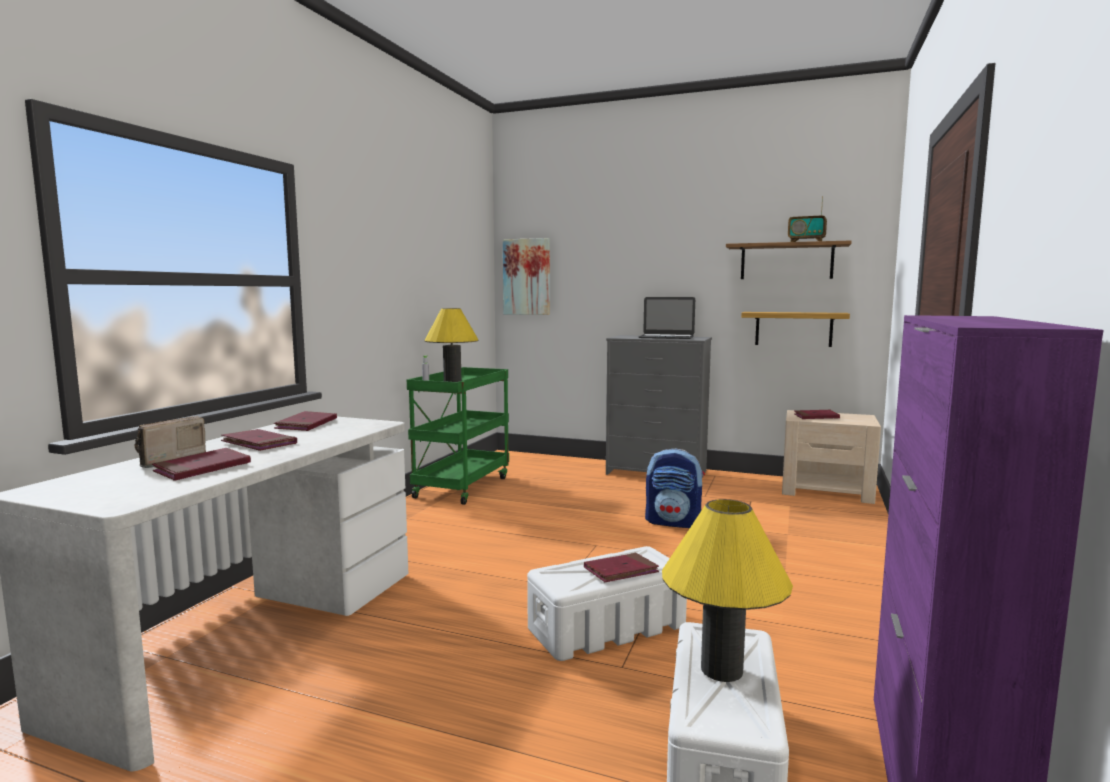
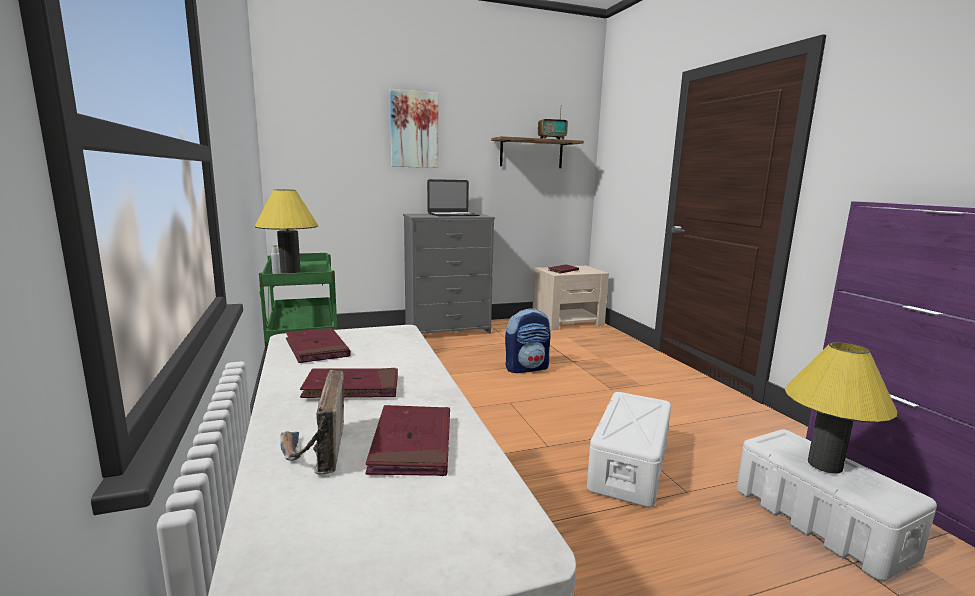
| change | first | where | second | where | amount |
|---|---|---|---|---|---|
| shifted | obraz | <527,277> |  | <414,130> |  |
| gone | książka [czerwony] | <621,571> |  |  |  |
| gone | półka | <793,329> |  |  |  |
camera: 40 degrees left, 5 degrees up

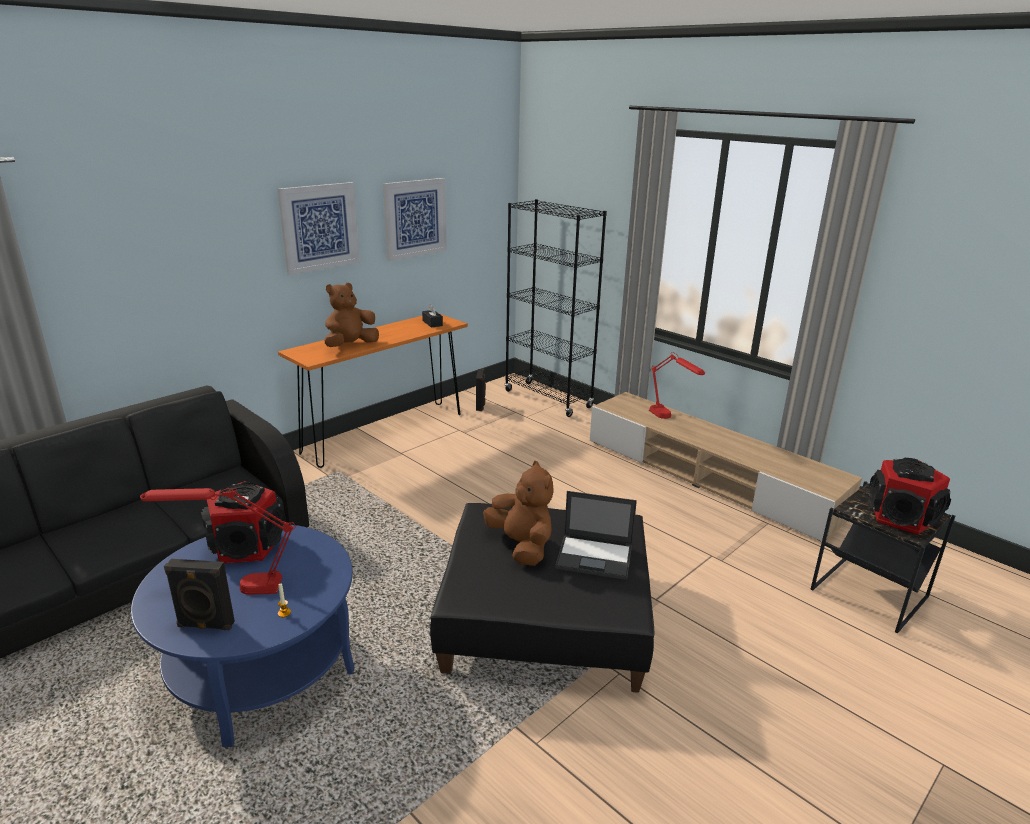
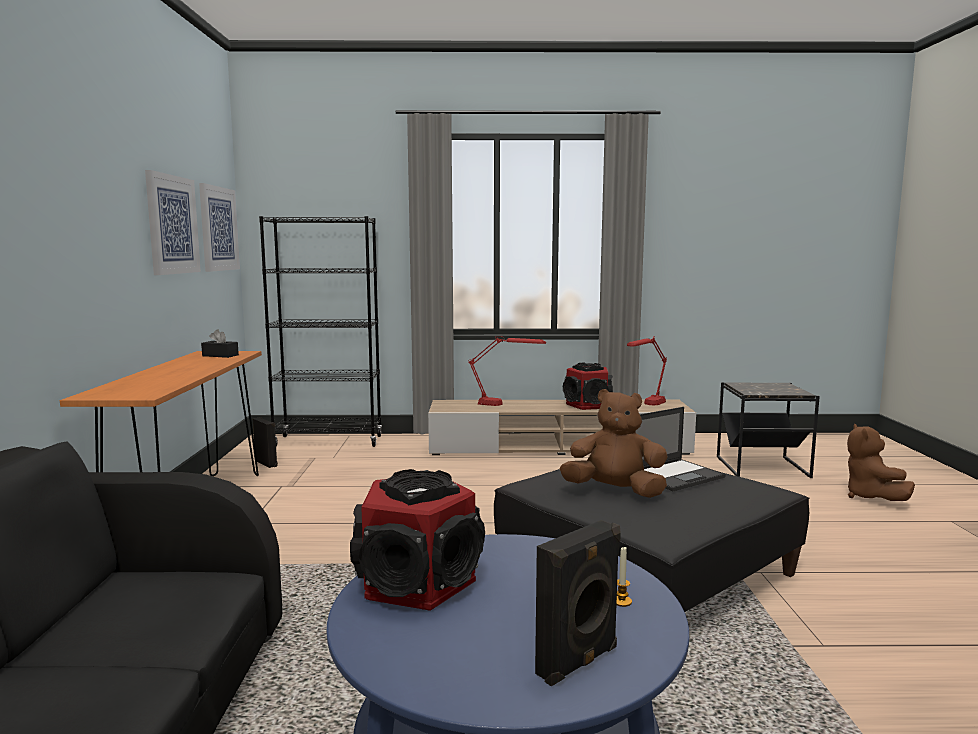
| change | first | where | second | where | amount |
|---|---|---|---|---|---|
| shifted | obraz | <319,227> |  | <218,229> |  |
| shifted | głośnik | <902,518> |  | <589,405> |  |
| shifted | lampa stołowa [czerwony] | <233,587> |  | <646,405> |  |
| shifted | pluszak [brązowy] | <350,345> |  | <871,497> |  |
camera: 45 degrees left, 15 degrees down

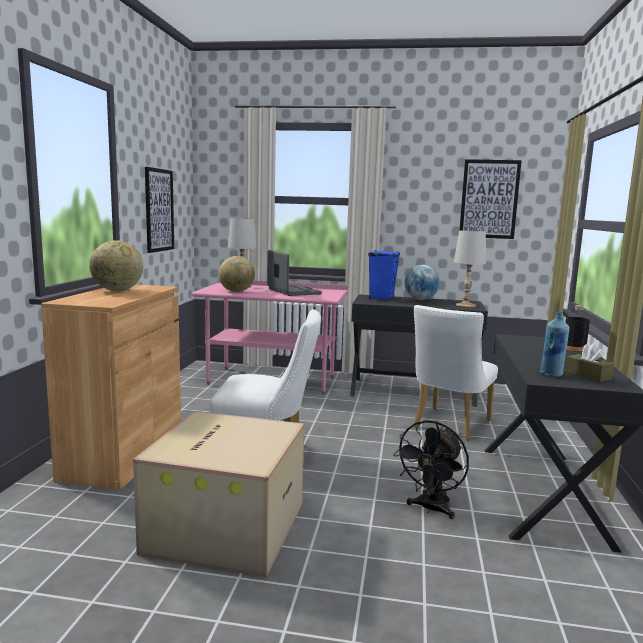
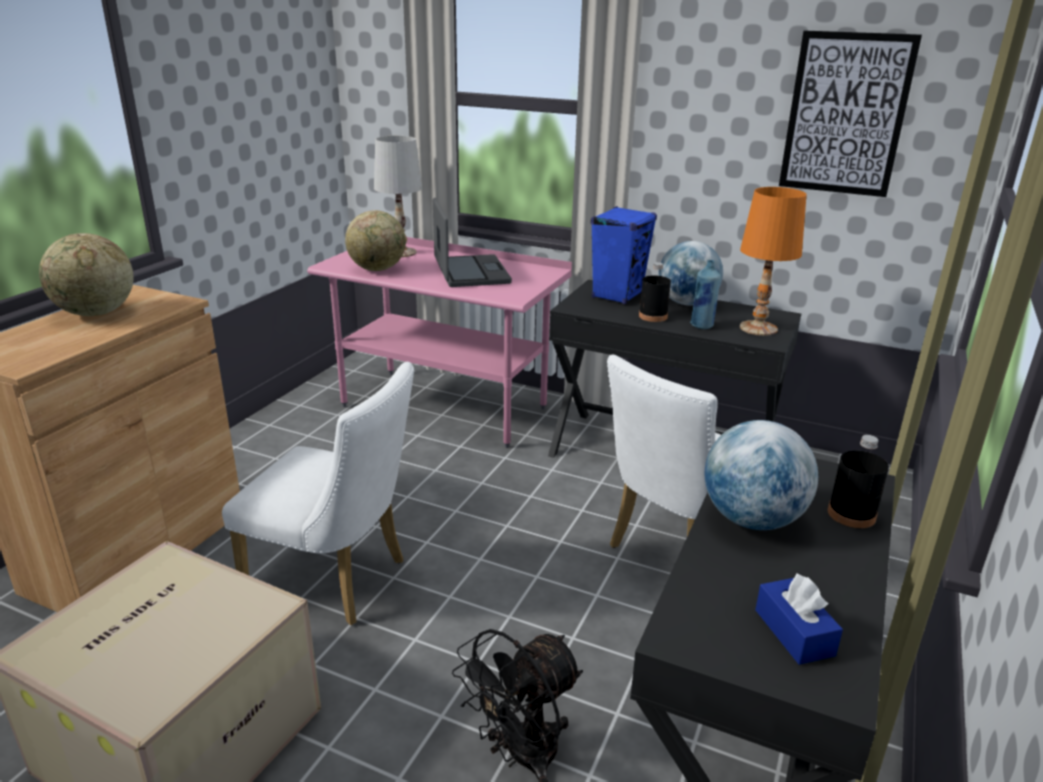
| change | first | where | second | where | amount |
|---|---|---|---|---|---|
| new |  |  | butelka [czarny] | <653,316> |  |
| shifted | butelka [niebieski] | <551,374> |  | <702,325> |  |
| new |  |  | globus | <752,519> |  |
| repainted | lampa stołowa [biały] | <466,305> | lampa stołowa [pomarańczowy] | <759,328> |  |
| repainted | pudełko chusteczek [brązowy] | <587,375> | pudełko chusteczek [niebieski] | <794,632> |  |
| gone | obraz | <159,210> |  |  |  |
camera: 15 degrees right, 15 degrees up

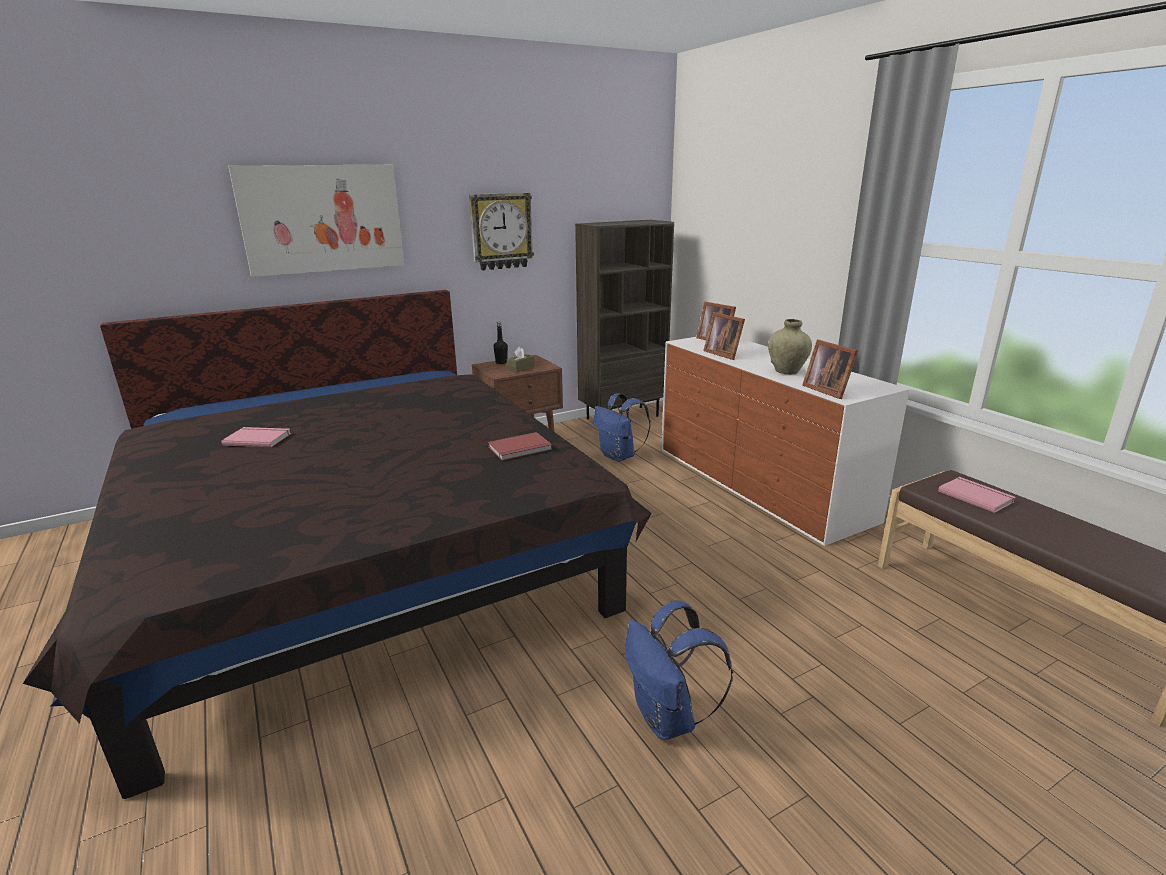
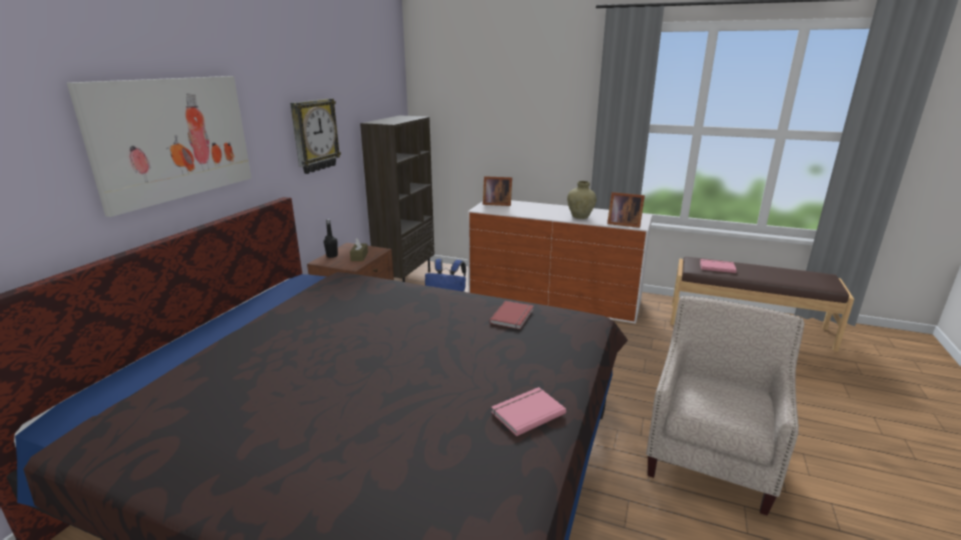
| change | first | where | second | where | amount |
|---|---|---|---|---|---|
| shifted | książka [różowy] | <258,439> |  | <526,412> |  |
| swapped | plecak [niebieski] | <668,719> | fotel [beżowy] | <711,456> |  |
| gone | ramka na zdjęcie | <723,354> |  |  |  |
camera: 40 degrees left, 0 degrees up

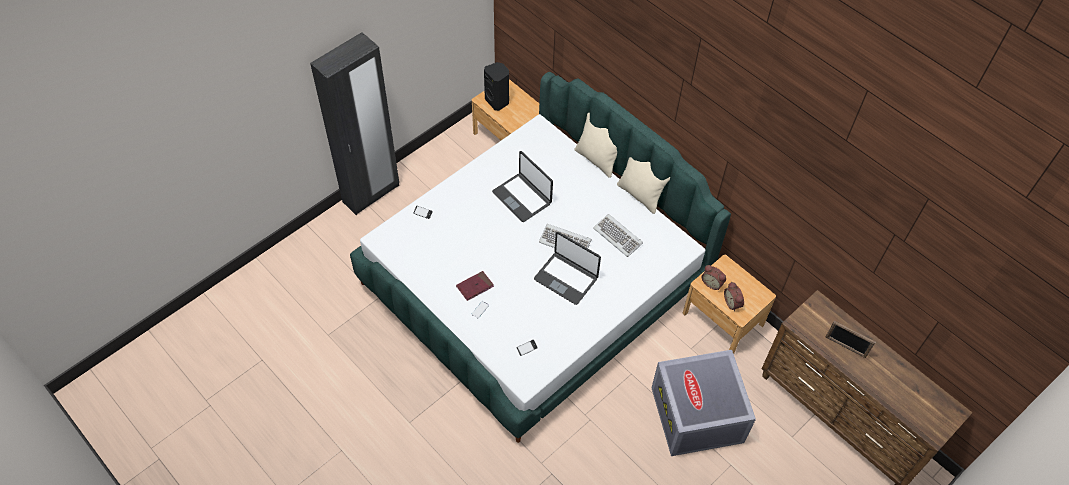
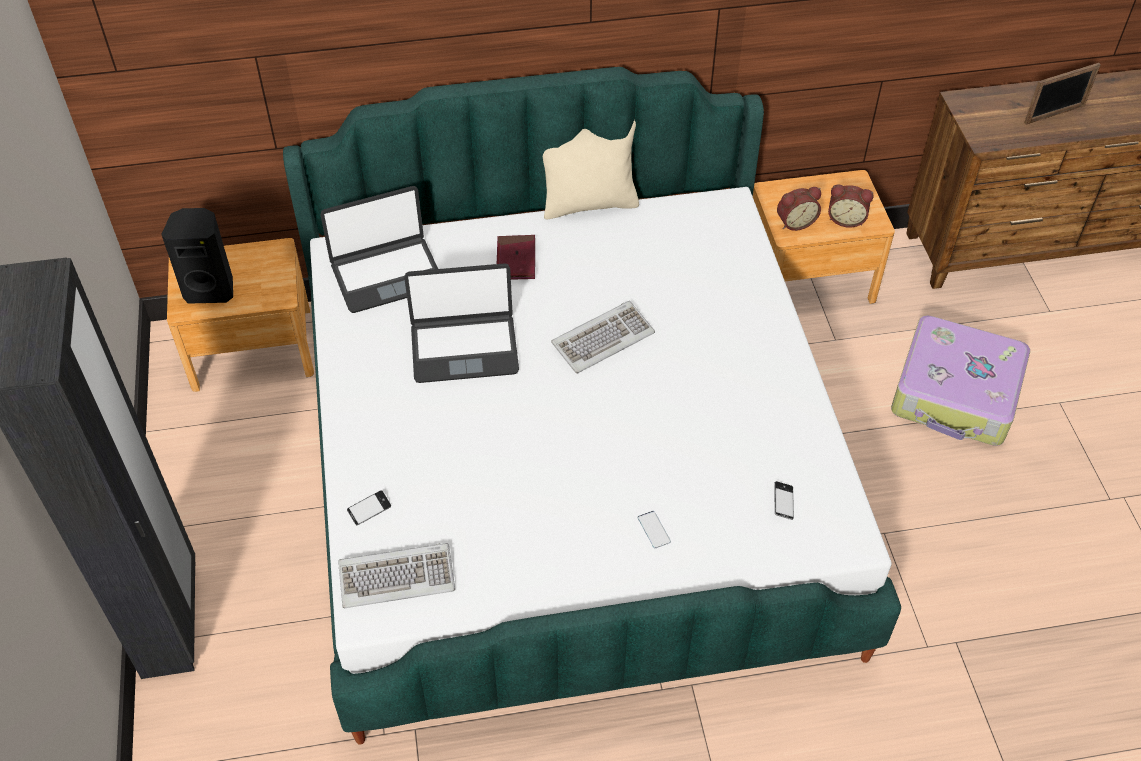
| change | first | where | second | where | amount |
|---|---|---|---|---|---|
| shifted | laptop | <566,278> |  | <387,275> |  |
| shifted | klawiatura | <618,236> |  | <397,577> |  |
| shifted | książka [czerwony] | <475,286> |  | <516,260> |  |
| swapped | pojemnik do przechowywania [szary] | <698,415> | walizka | <956,394> |  |
| gone | poduszka [beżowy] | <597,160> |  |  |  |
camera: 55 degrees left, 5 degrees down

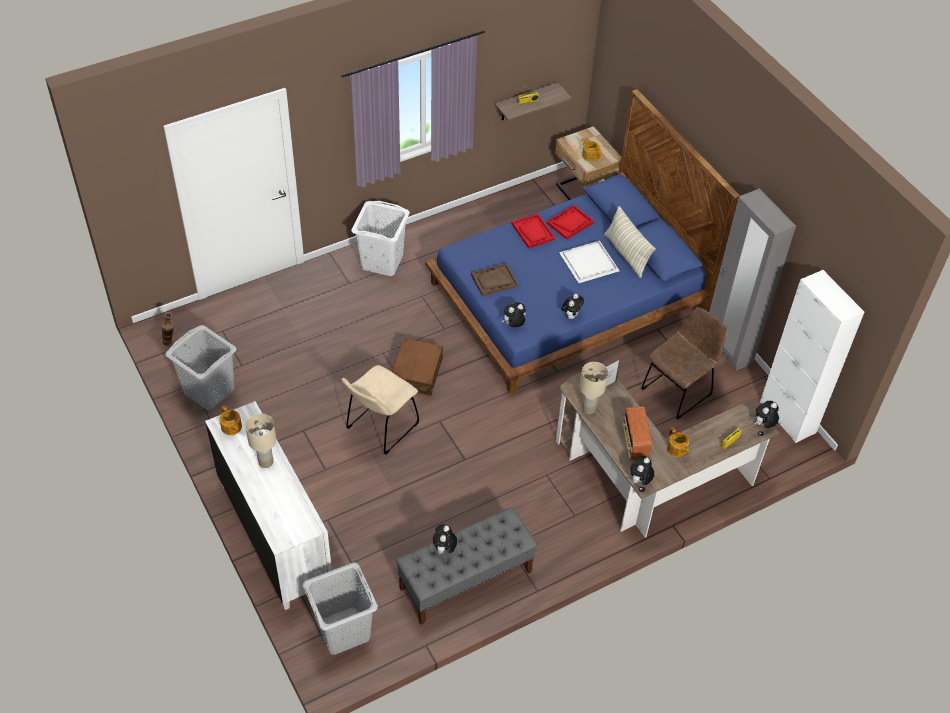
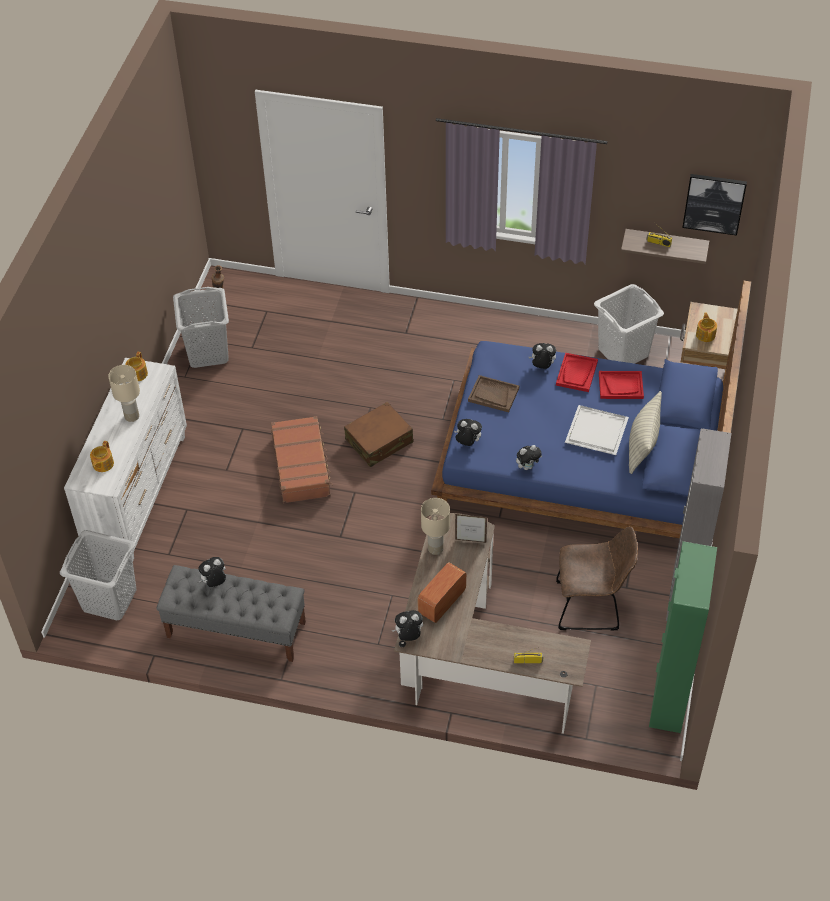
| change | first | where | second | where | amount |
|---|---|---|---|---|---|
| shifted | imbryk | <676,449> |  | <102,464> |  |
| swapped | krzesło [beżowy] | <380,428> | walizka [brązowy] | <302,466> |  |
| shifted | pluszak | <764,425> |  | <542,367> |  |
| shifted | kosz na pranie [biały] | <382,261> |  | <623,352> |  |
| repainted | szafka [biały] | <787,417> | szafka [zielony] | <669,700> |  |
| new |  |  | obraz | <714,203> |  |
camera: 45 degrees right, 0 degrees up

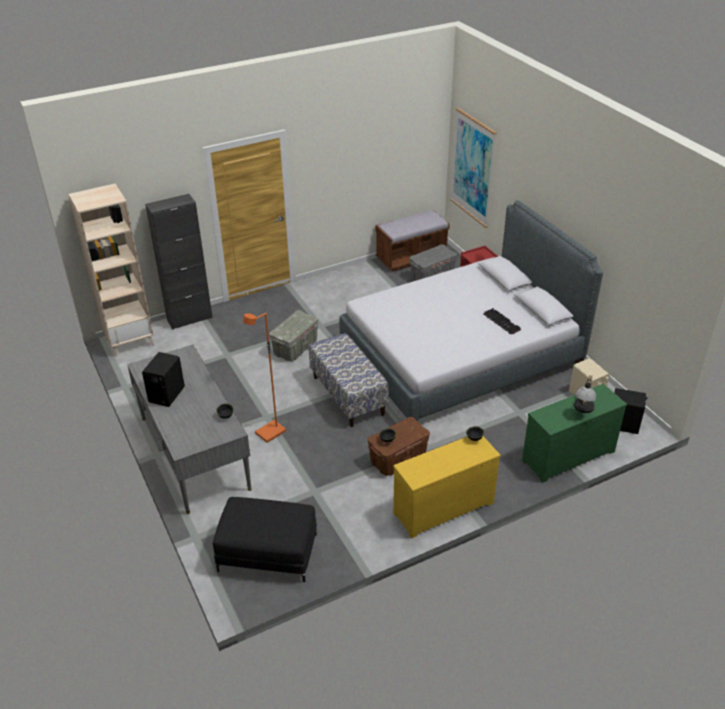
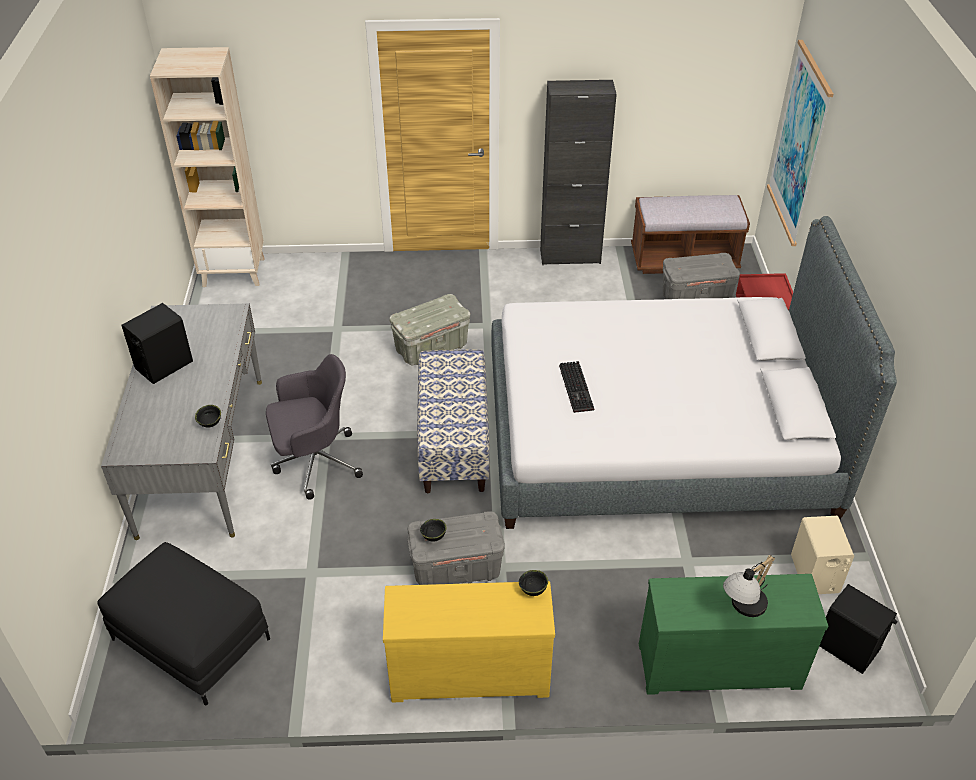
| change | first | where | second | where | amount |
|---|---|---|---|---|---|
| swapped | lampa stojąca [pomarańczowy] | <270,433> | krzesło biurowe [szary] | <314,462> |  |
| repainted | pojemnik do przechowywania [brązowy] | <398,459> | pojemnik do przechowywania [szary] | <457,568> |  |
| shifted | szafka [czarny] | <189,319> |  | <570,256> |  |
| shifted | klawiatura | <502,322> |  | <578,388> |  |
camera: 25 degrees right, 5 degrees up

